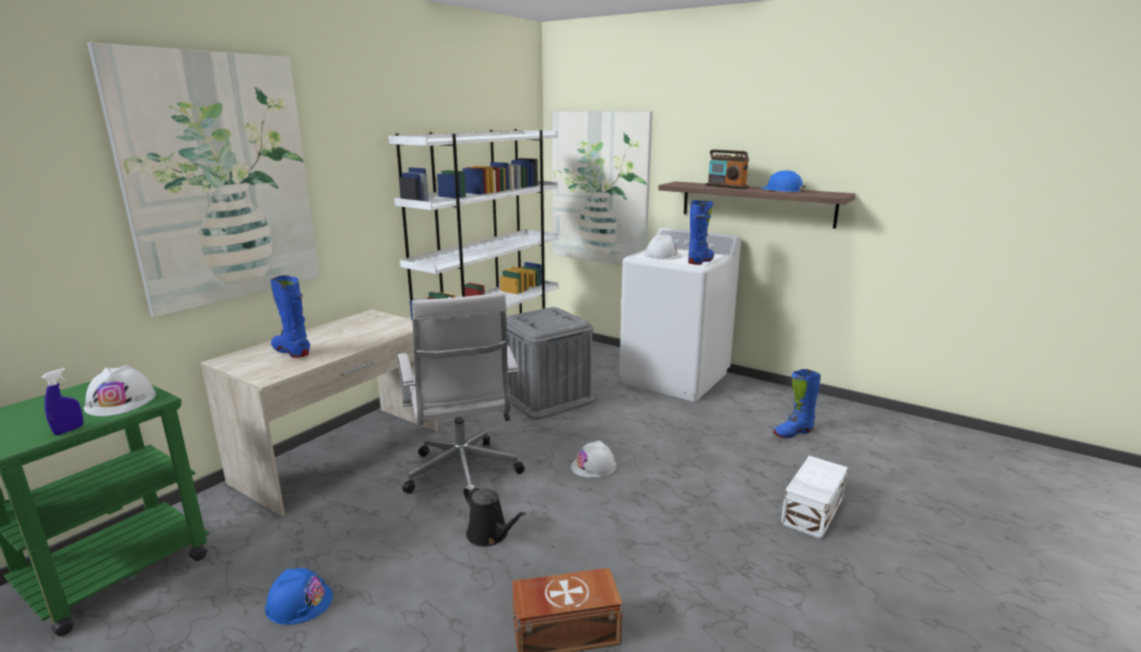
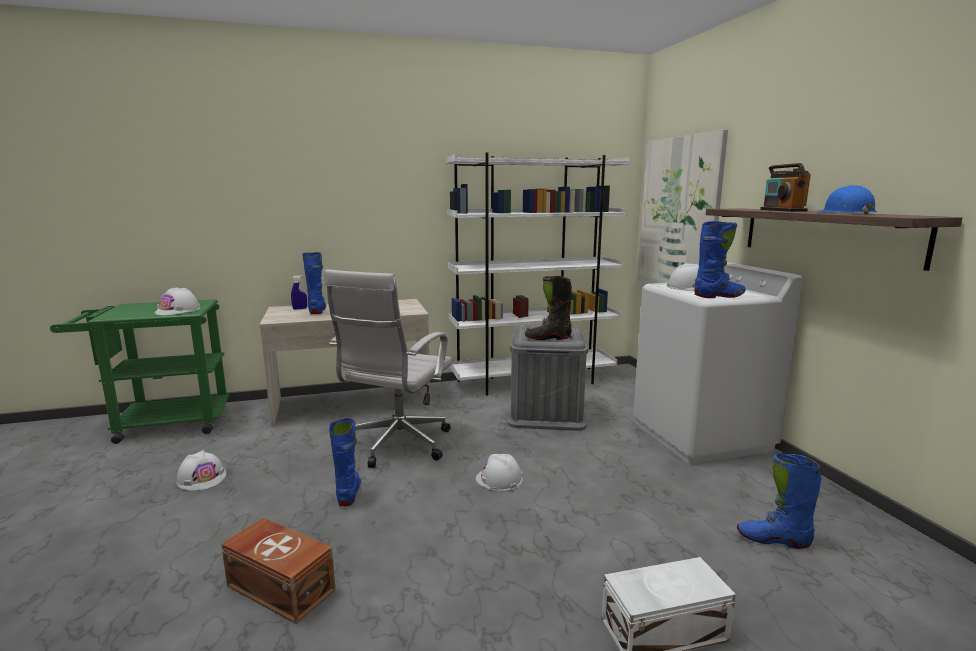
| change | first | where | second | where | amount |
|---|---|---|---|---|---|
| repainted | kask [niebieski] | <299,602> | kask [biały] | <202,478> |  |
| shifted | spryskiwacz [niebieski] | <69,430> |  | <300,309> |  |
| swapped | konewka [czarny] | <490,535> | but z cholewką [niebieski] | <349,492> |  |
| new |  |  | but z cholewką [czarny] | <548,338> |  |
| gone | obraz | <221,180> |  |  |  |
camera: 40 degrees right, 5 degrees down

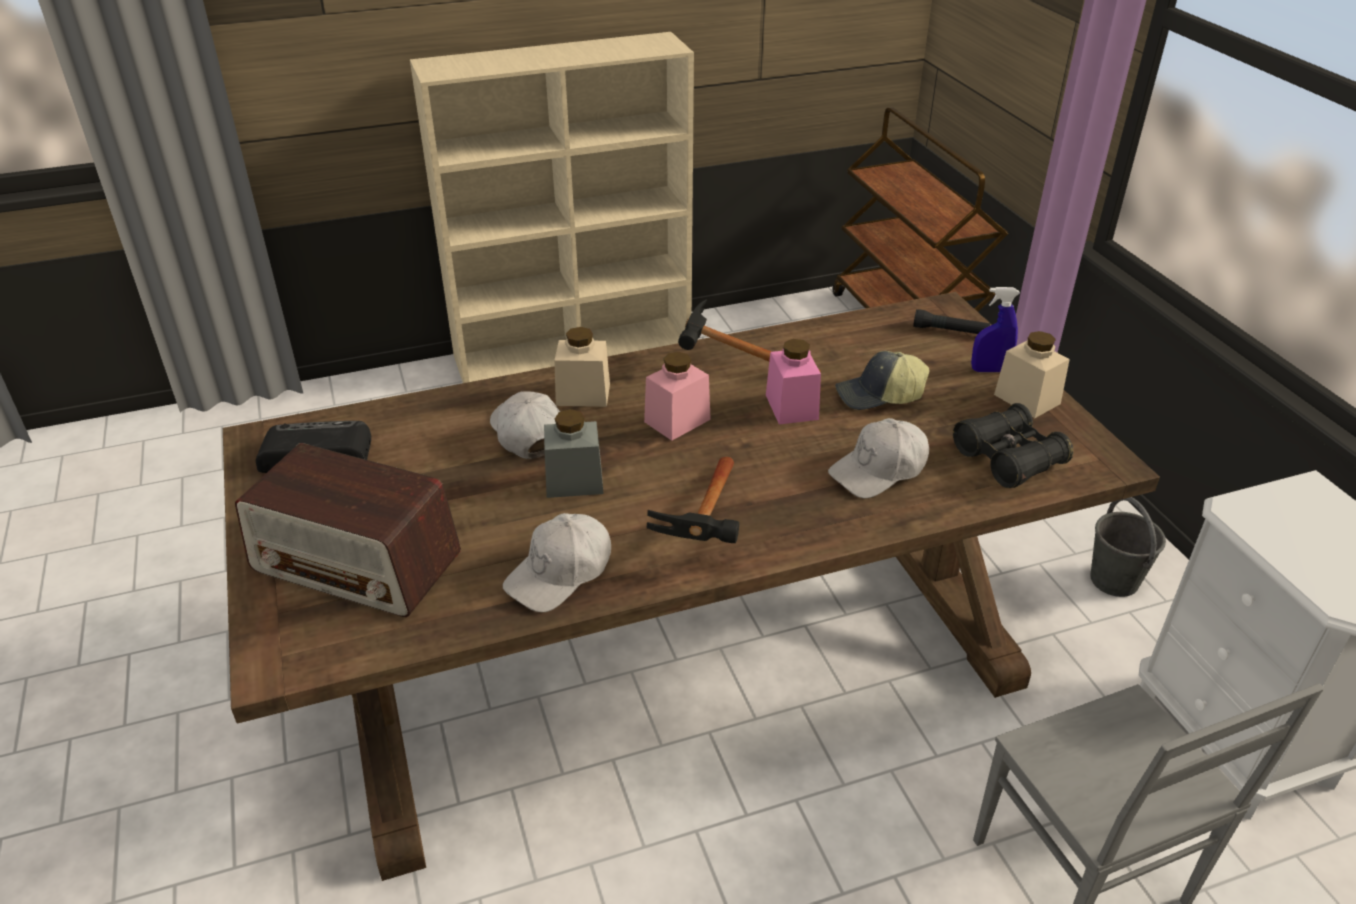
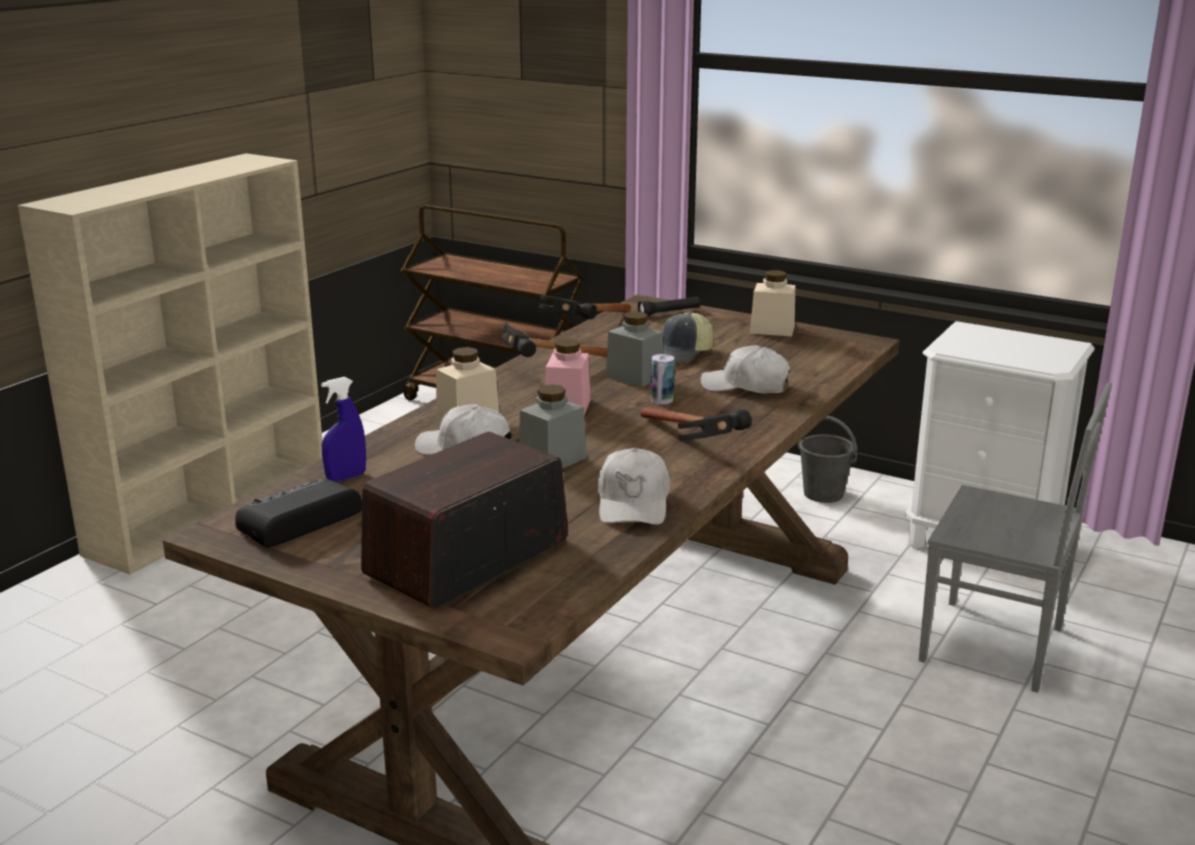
| change | first | where | second | where | amount |
|---|---|---|---|---|---|
| shifted | spryskiwacz [niebieski] | <989,370> |  | <346,477> |  |
| rotated | radio | <357,563> |  | <466,558> | 150 degrees clockwise |
| new |  |  | młotek | <588,331> |  |
| repainted | słoik [różowy] | <791,407> | słoik [szary] | <634,376> |  |
| new |  |  | puszka | <661,400> |  |
| rotated | czapka z daszkiem [biały] | <879,470> |  | <746,386> | 90 degrees clockwise |
| gone | lornetka [czarny] | <1008,458> |  |  |  |
camera: 40 degrees left, 15 degrees down

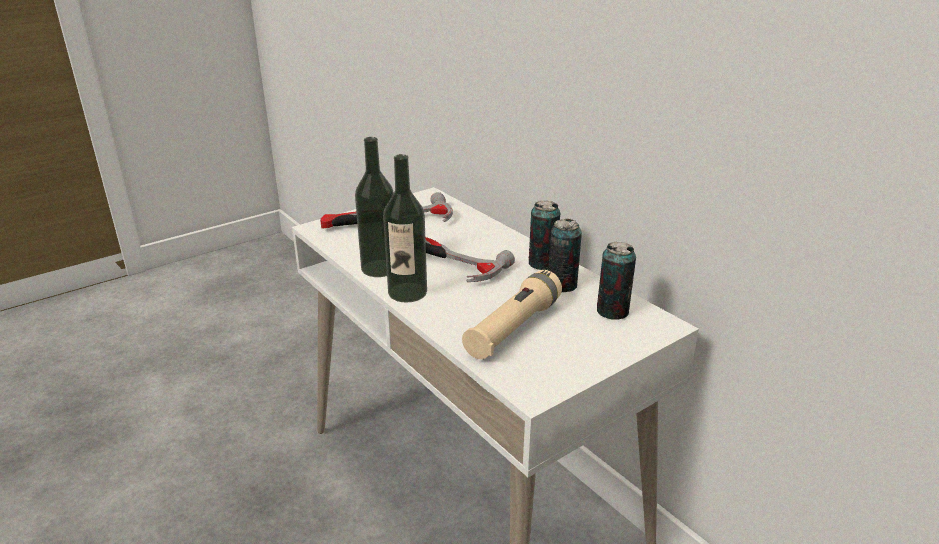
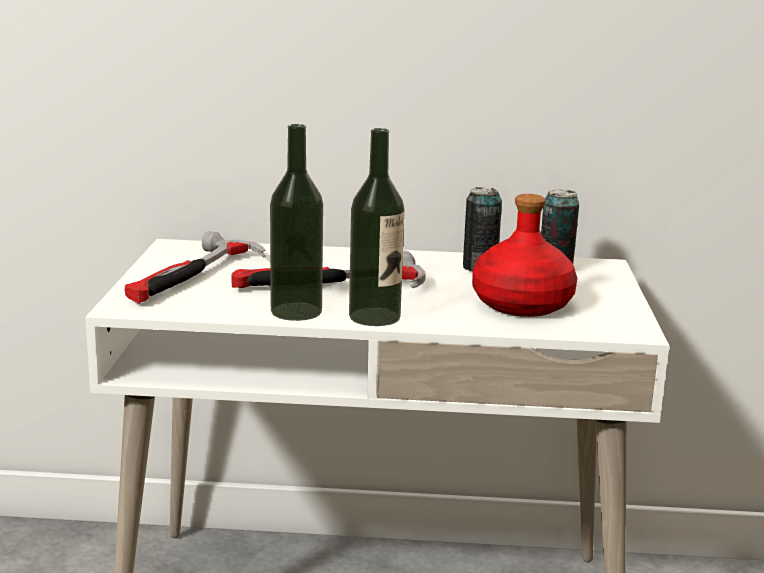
| change | first | where | second | where | amount |
|---|---|---|---|---|---|
| swapped | latarka [beżowy] | <513,328> | butelka [czerwony] | <521,305> |  |
| gone | puszka | <542,264> |  |  |  |
camera: 50 degrees left, 10 degrees down

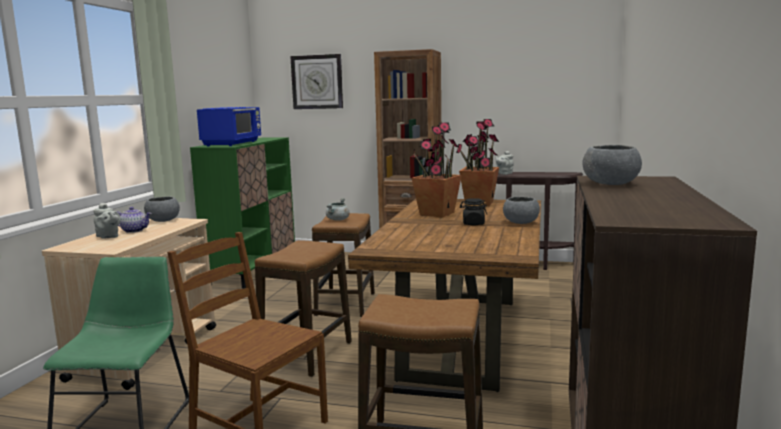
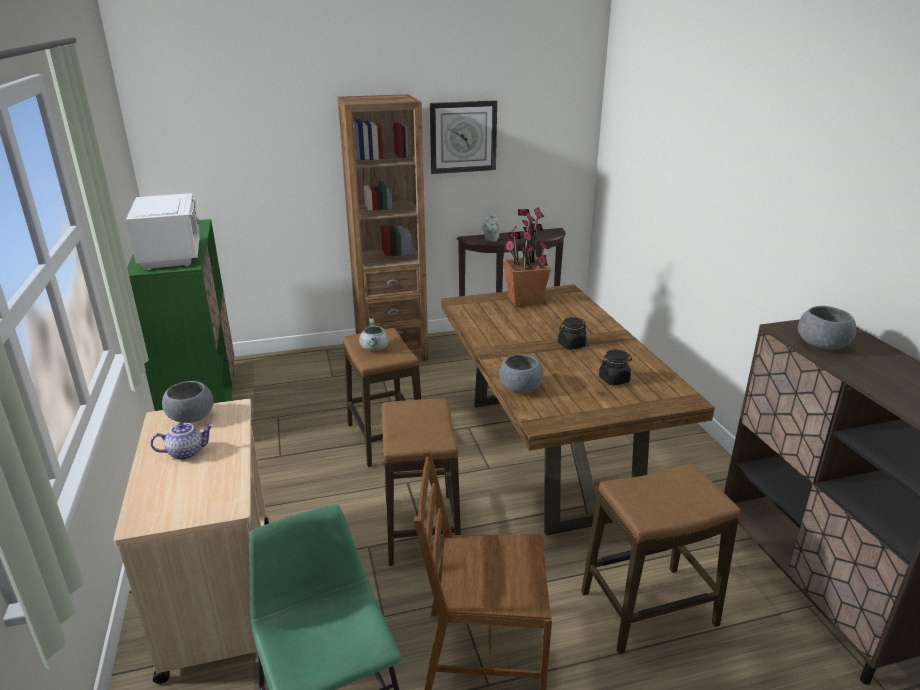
| change | first | where | second | where | amount |
|---|---|---|---|---|---|
| repainted | mikrofalówka [niebieski] | <233,143> | mikrofalówka [biały] | <172,255> |  |
| shifted | zegar ścienny | <317,82> |  | <463,137> |  |
| shifted | miska [szary] | <520,222> |  | <520,388> |  |
| new |  |  | słoik [czarny] | <614,380> |  |
| gone | imbryk [szary] | <108,237> |  |  |  |
| gone | roślina doniczkowa | <436,214> |  |  |  |
camera: 30 degrees left, 15 degrees up

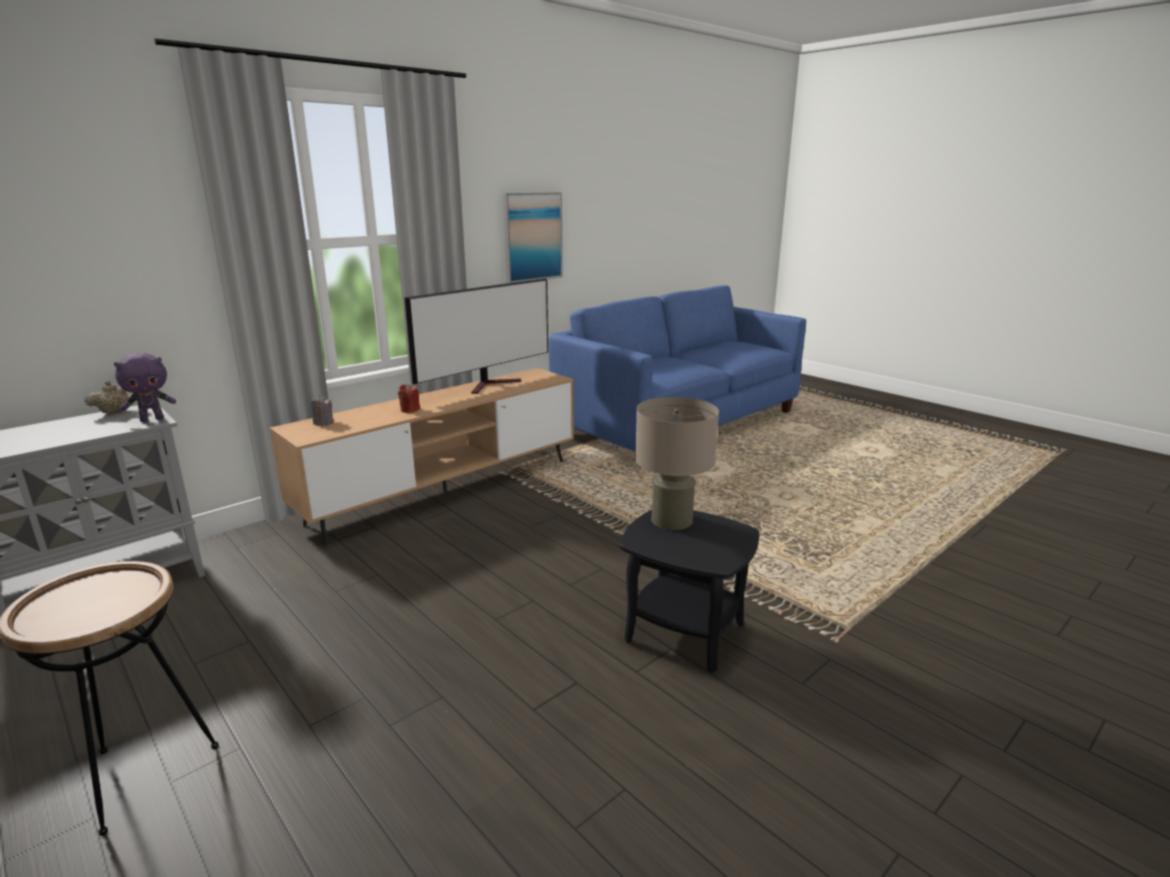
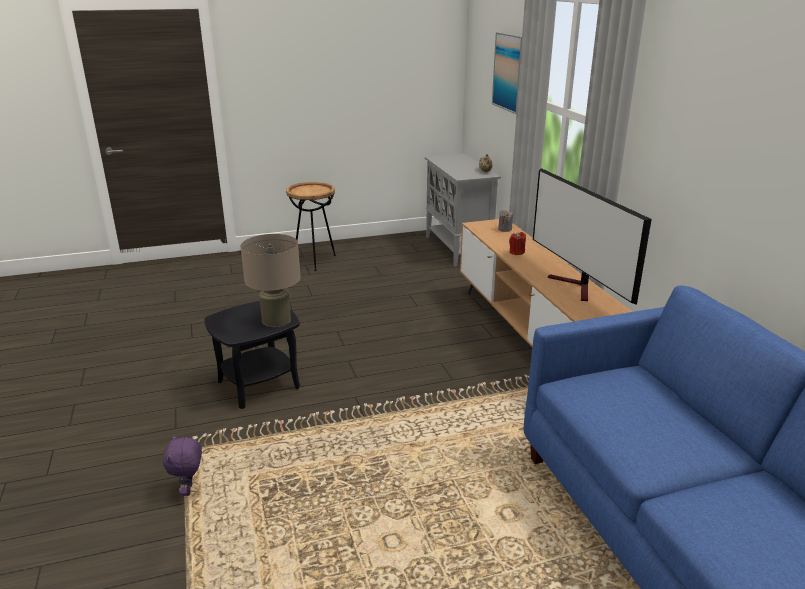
| change | first | where | second | where | amount |
|---|---|---|---|---|---|
| shifted | pluszak [fioletowy] | <152,419> |  | <189,490> |  |
| shifted | obraz | <532,237> |  | <510,72> |  |
camera: 115 degrees right, 5 degrees up

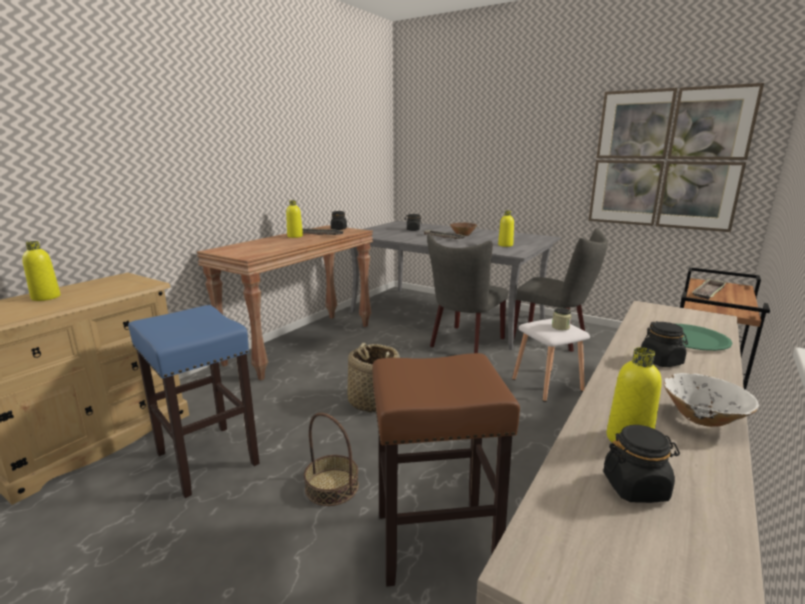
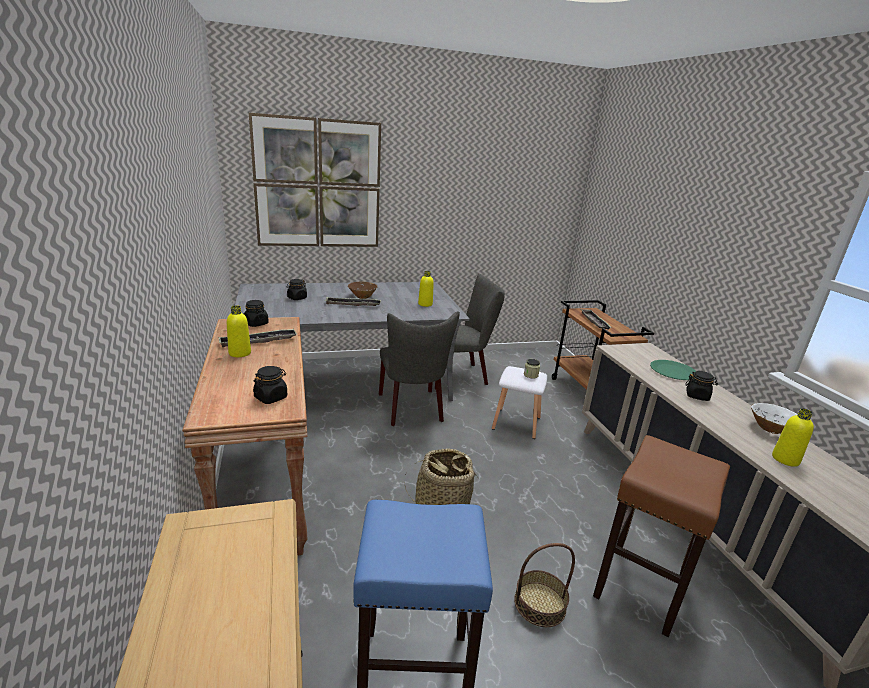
| change | first | where | second | where | amount |
|---|---|---|---|---|---|
| shifted | obraz | <666,159> |  | <318,184> |  |
| shifted | słoik [czarny] | <635,487> |  | <271,397> |  |
| gone | butelka [żółty] | <46,297> |  |  |  |
camera: 50 degrees left, 5 degrees up

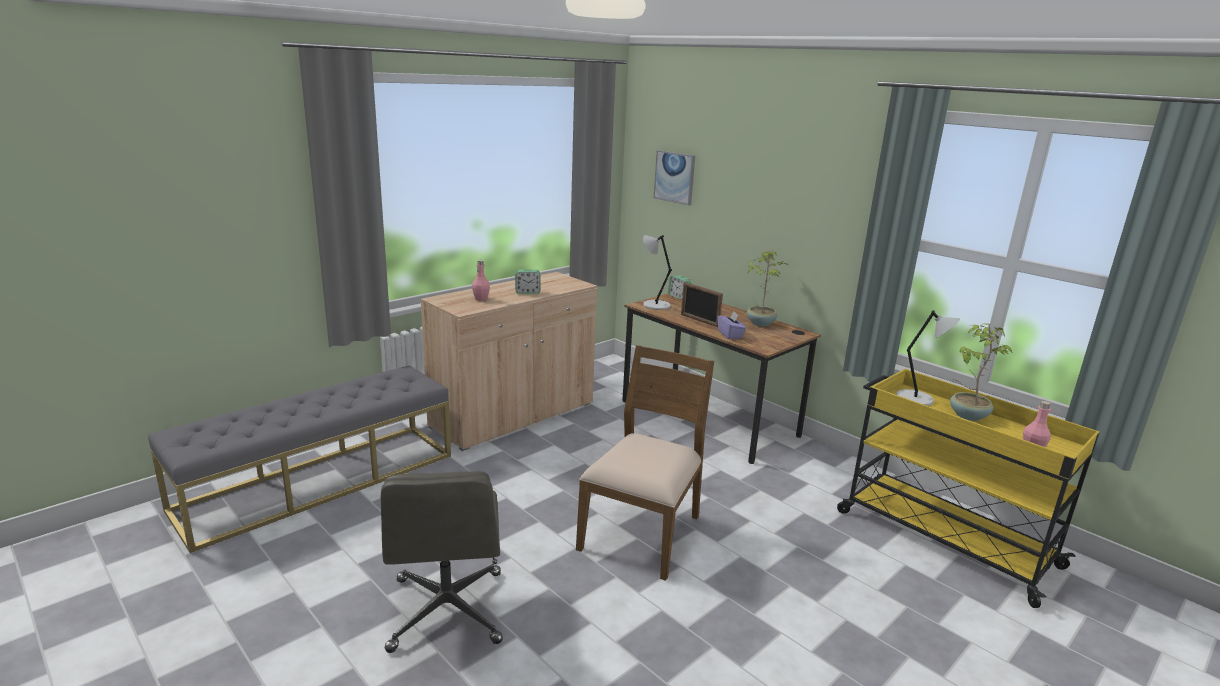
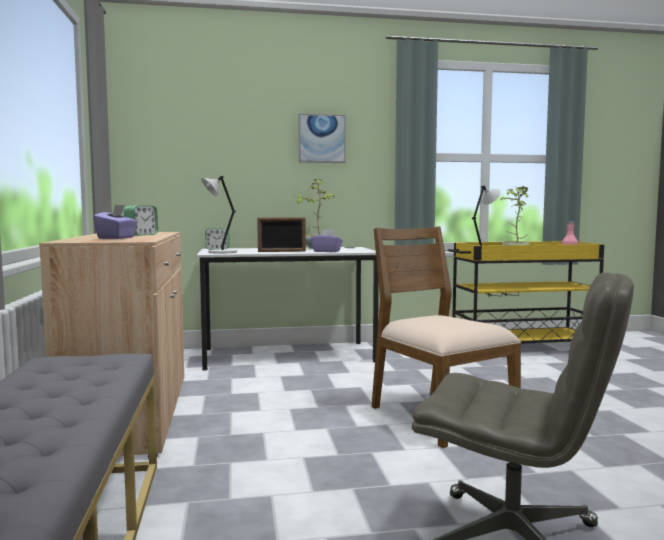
| change | first | where | second | where | amount |
|---|---|---|---|---|---|
| swapped | butelka [różowy] | <481,299> | pudełko chusteczek [fioletowy] | <117,238> |  |
| repainted | biurko [brązowy] | <708,418> | biurko [biały] | <288,355> |  |
| shifted | obraz | <674,177> |  | <321,138> |  |
camera: 55 degrees left, 15 degrees down

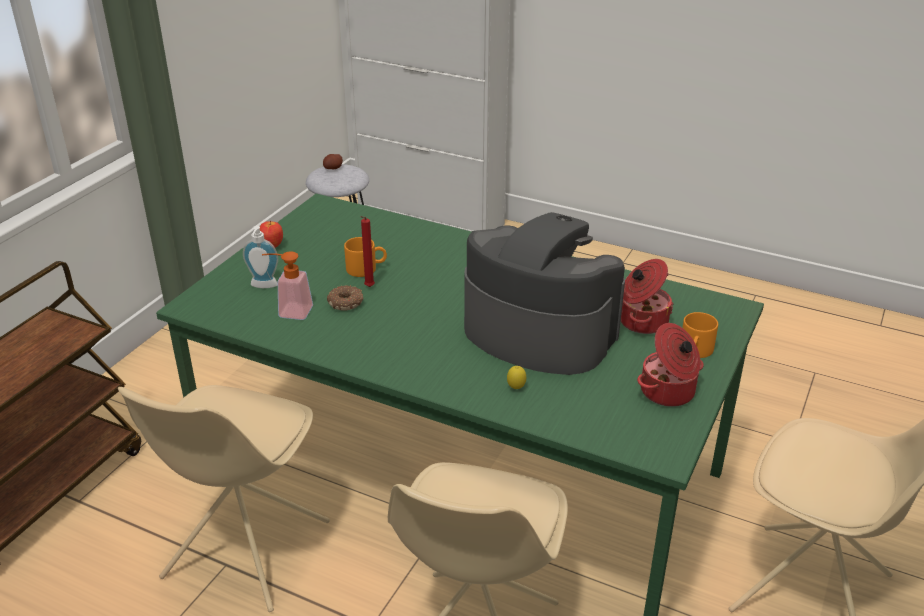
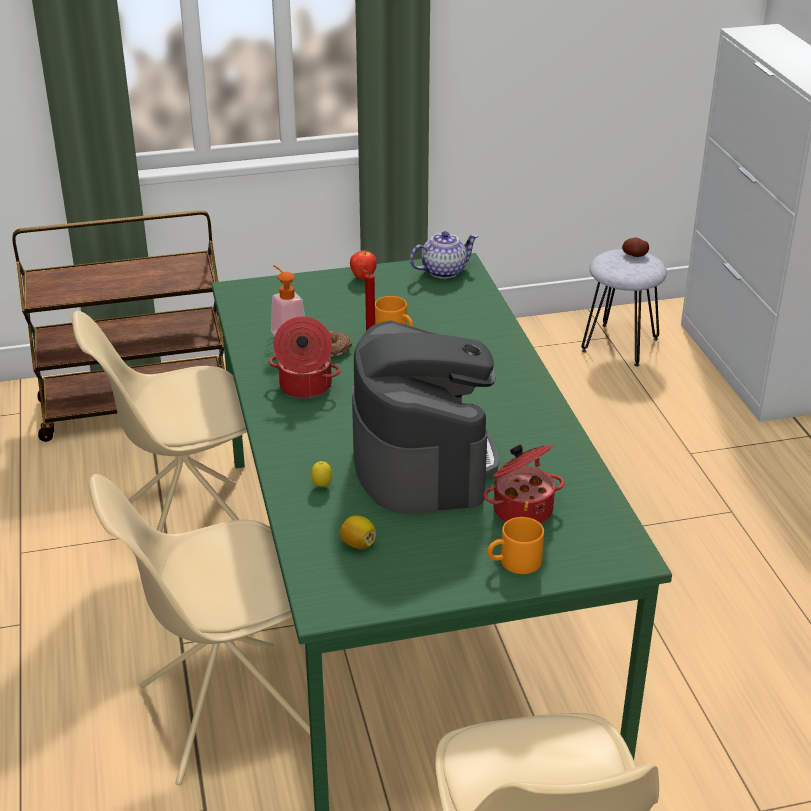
| change | first | where | second | where | amount |
|---|---|---|---|---|---|
| shifted | garnek | <668,392> |  | <305,386> |  |
| new |  |  | cytryna | <358,544> |  |
| new |  |  | imbryk | <444,271> |  |
| gone | dozownik mydła | <263,286> |  |  |  |
camera: 50 degrees right, 0 degrees up

